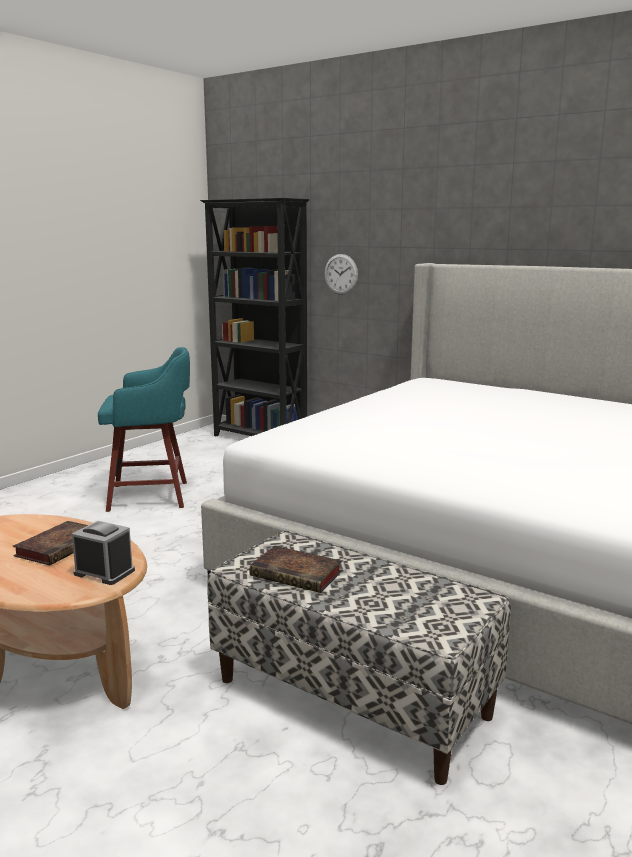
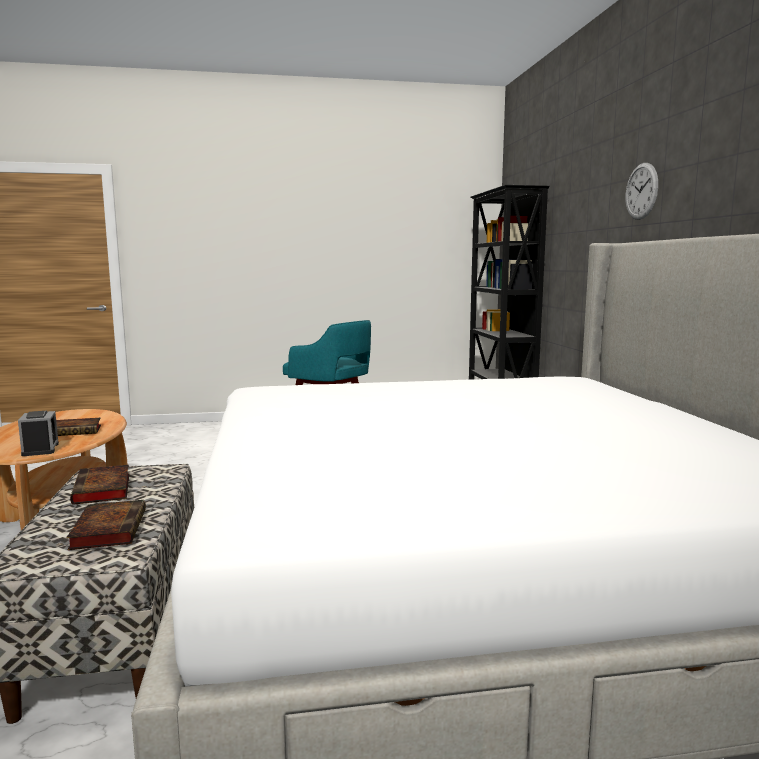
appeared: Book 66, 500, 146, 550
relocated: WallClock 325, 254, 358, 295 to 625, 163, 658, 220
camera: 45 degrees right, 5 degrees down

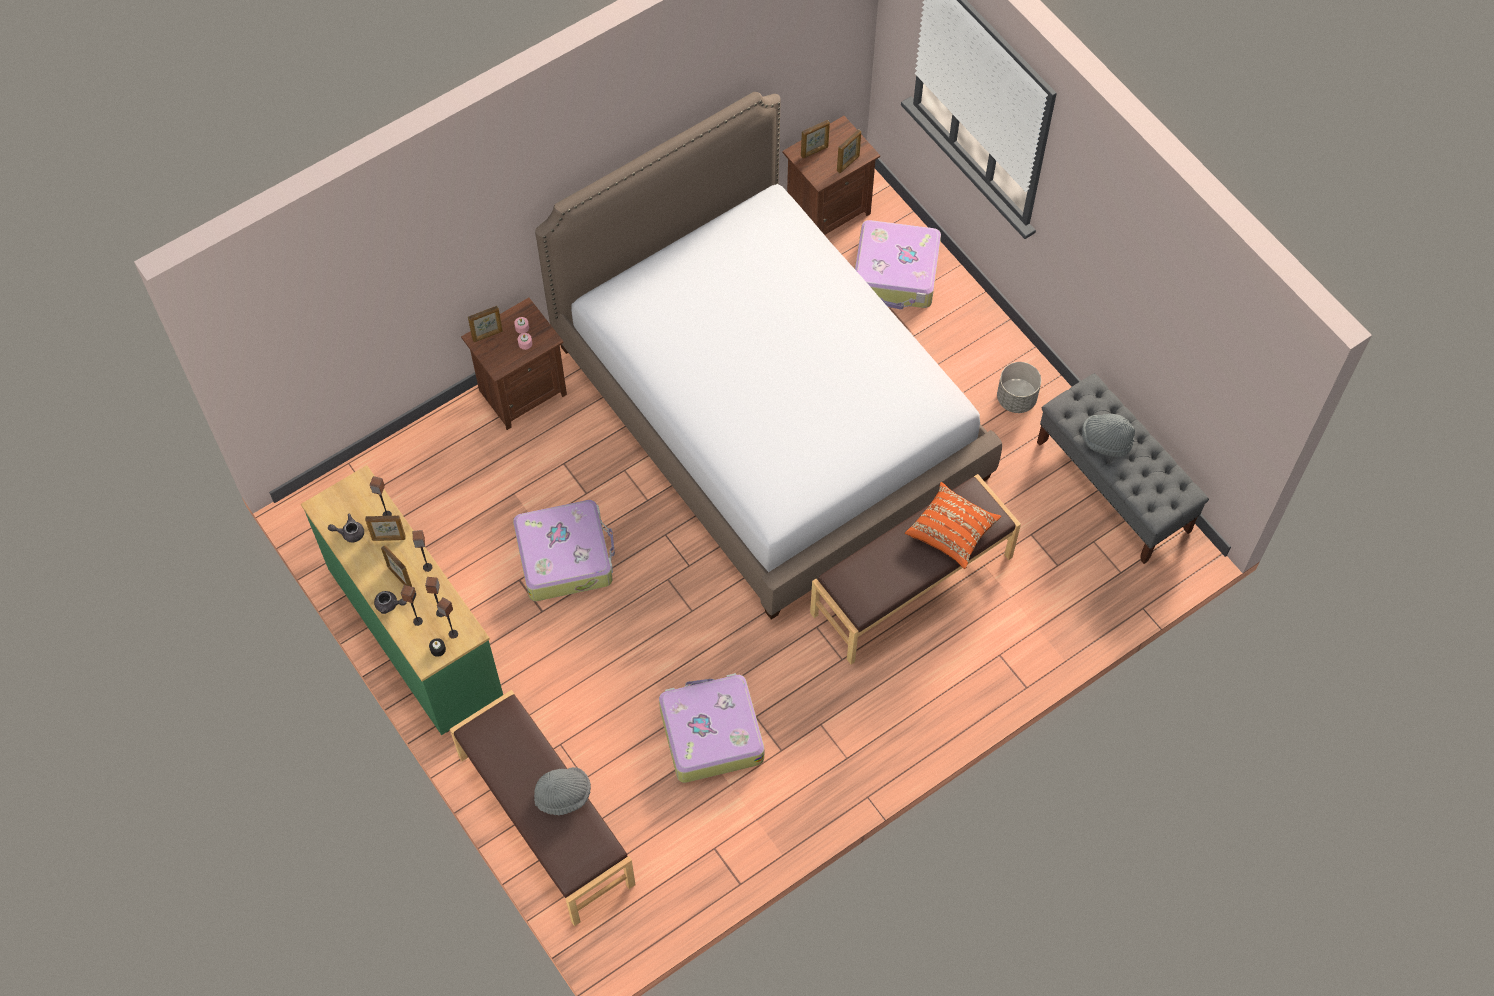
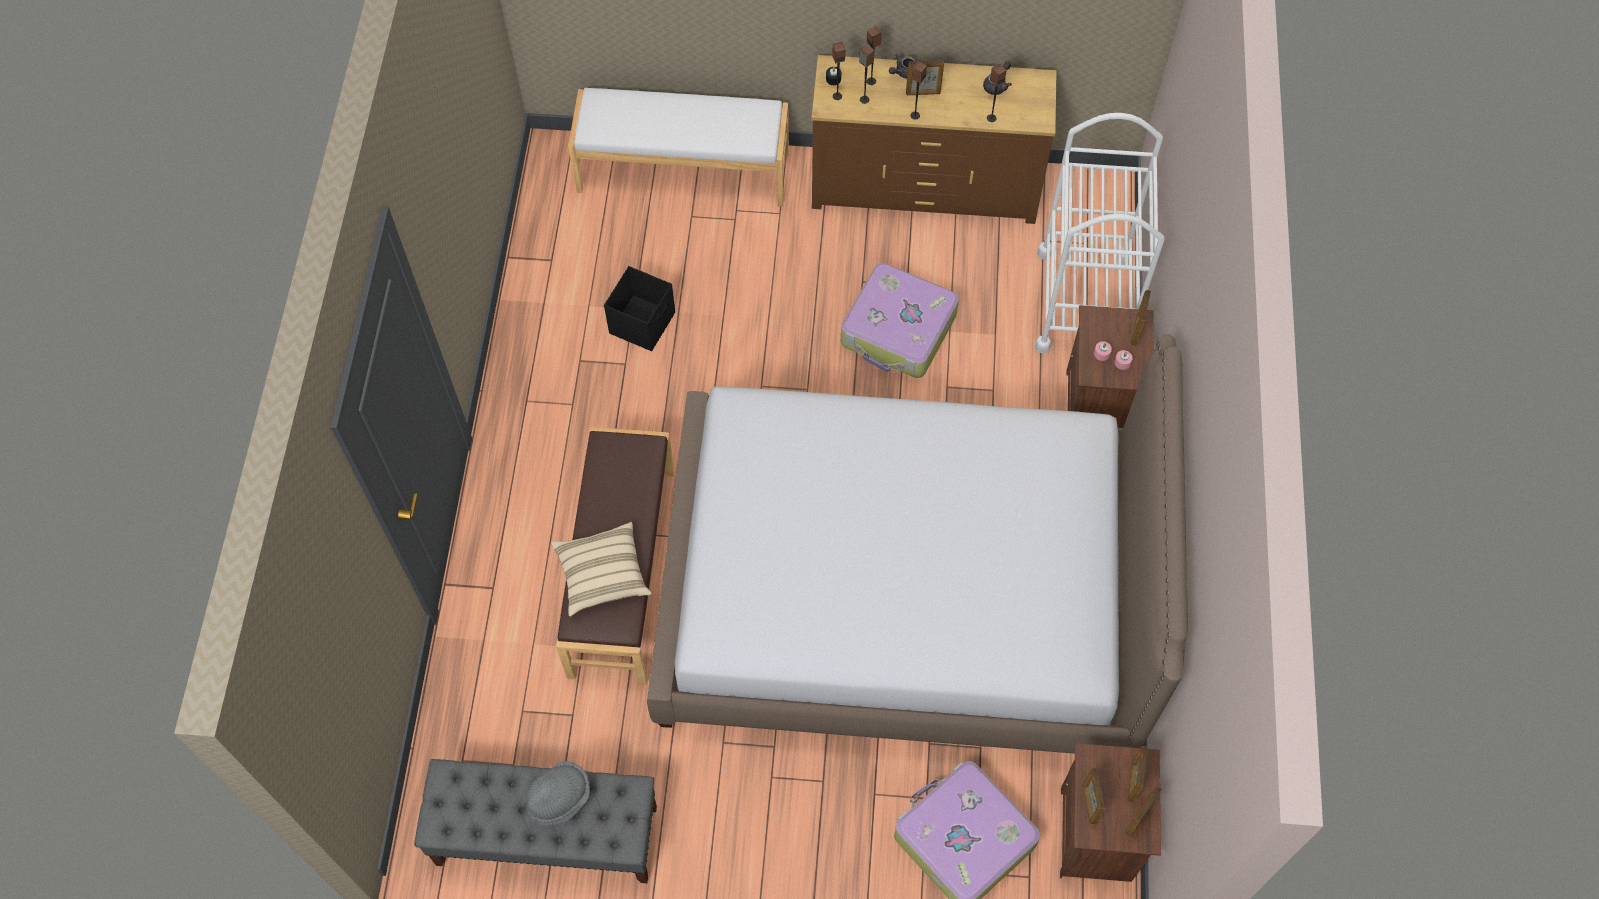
missing: GreyHat 534, 767, 591, 815; GreyPlanter 997, 362, 1041, 413
appeared: WhiteCart 1035, 113, 1165, 354
relocated: PictureFrame 365, 515, 406, 541 to 1125, 787, 1162, 837
exchanged: Suitcase 659, 673, 764, 783 to BlackStorageBox 604, 266, 675, 351
colour: OrangePillow 905, 482, 1001, 569 to BeigePillow 551, 522, 652, 617; BrownBench 450, 690, 636, 926 to WhiteBench 568, 88, 789, 207; GreenDresser 301, 465, 503, 735 to BrownDresser 812, 55, 1057, 224
camera: 130 degrees right, 0 degrees up

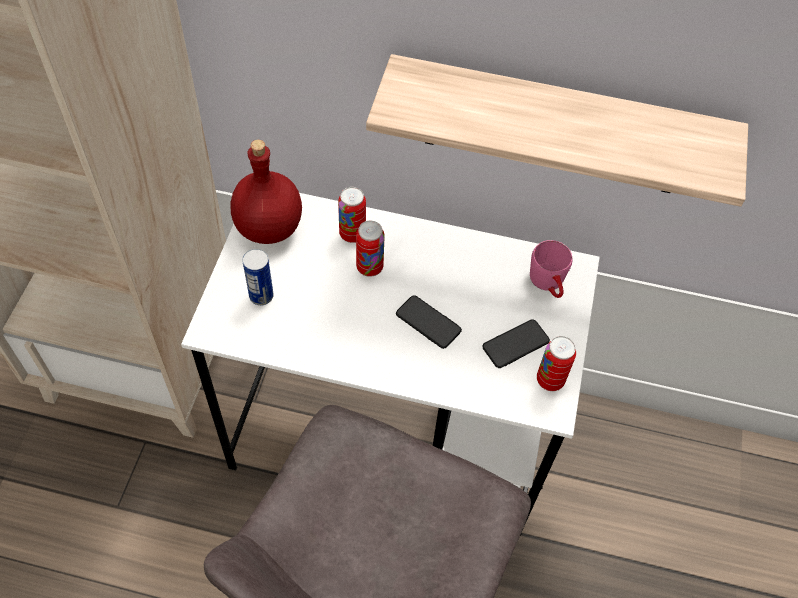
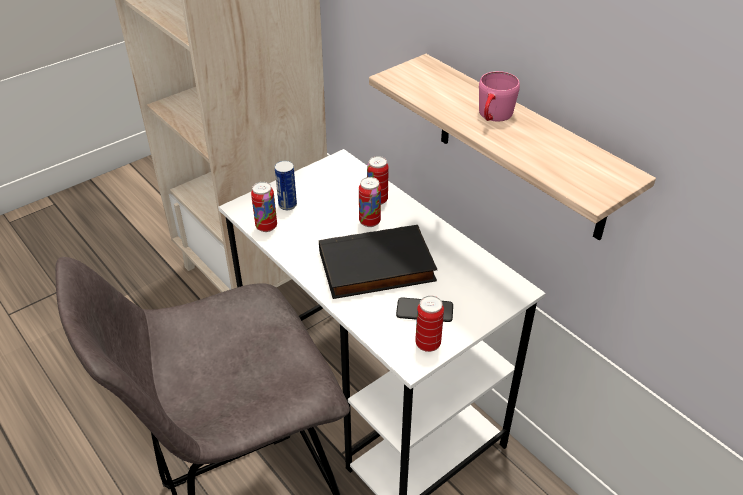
missing: RedBottle 230, 140, 302, 244
appeared: Can 251, 182, 277, 232
relocated: PinkMug 530, 240, 572, 298 to 479, 71, 520, 122
exchanged: Phone 396, 295, 462, 349 to BlackBook 319, 225, 438, 299
camera: 40 degrees right, 15 degrees down

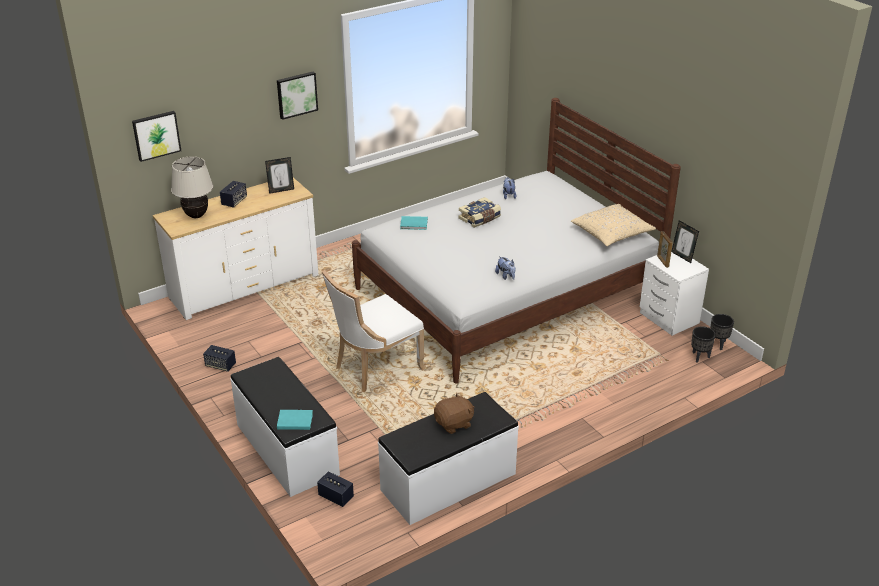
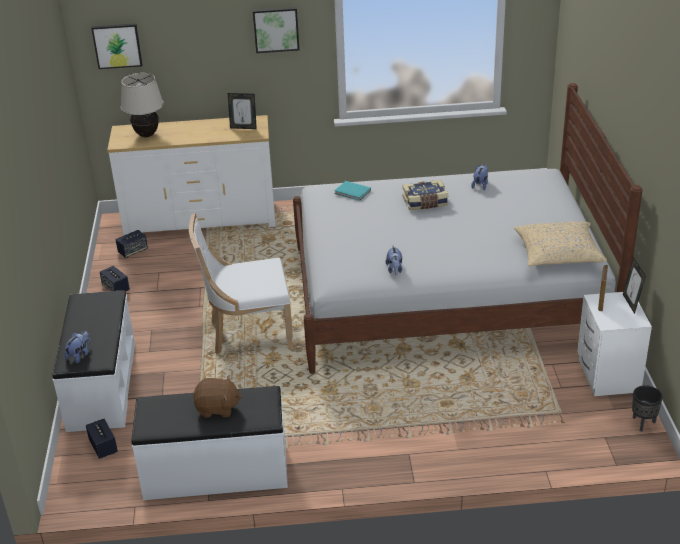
missing: BlackPlanter 691, 326, 716, 363
relocated: Speaker 220, 181, 247, 207 to 116, 230, 148, 258
exchanged: TurquoiseBook 277, 410, 313, 430 to PlushToy 64, 331, 91, 363
camera: 30 degrees right, 0 degrees up

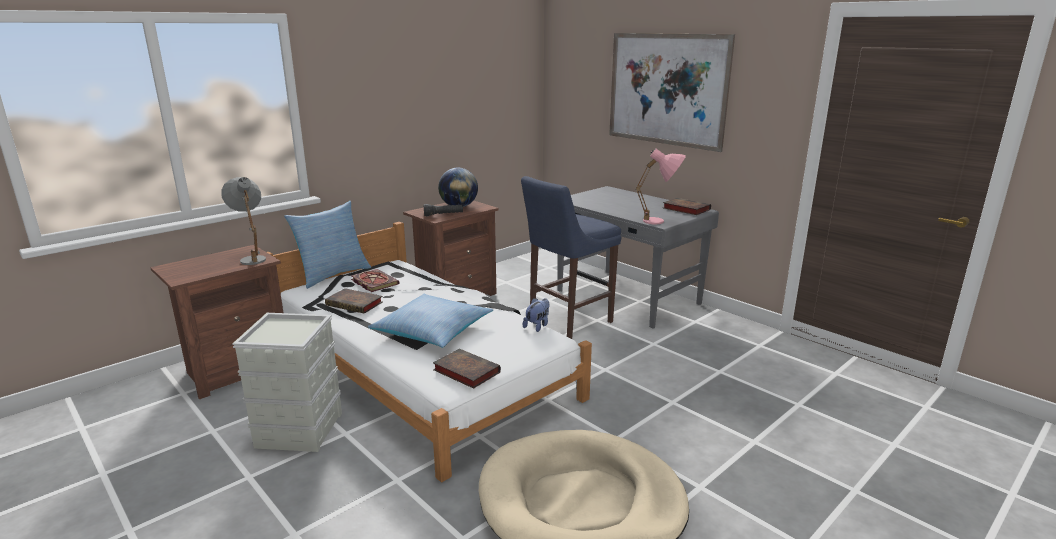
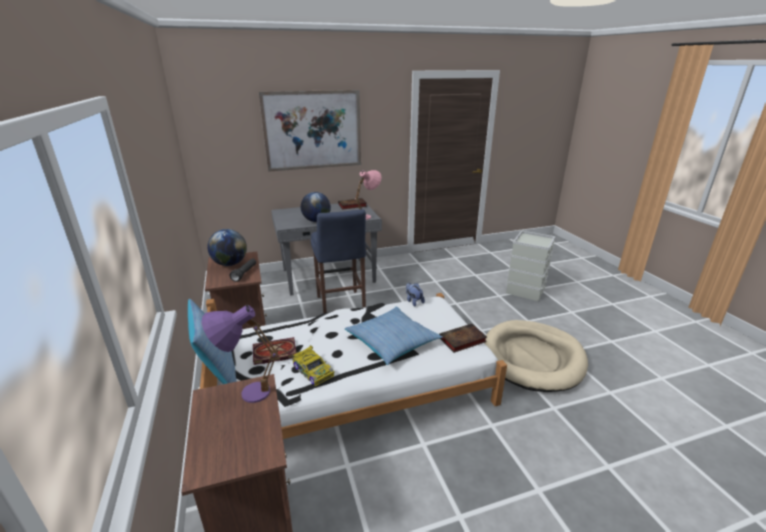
appeared: Globe 301, 192, 331, 222
relocated: GreyStorageBox 232, 313, 342, 452 to 506, 230, 556, 301
exchanged: Book 325, 288, 382, 314 to ToyCar 292, 345, 335, 386
colour: GreyTableLamp 221, 177, 266, 265 to PurpleTableLamp 202, 305, 278, 403
camera: 65 degrees left, 5 degrees up

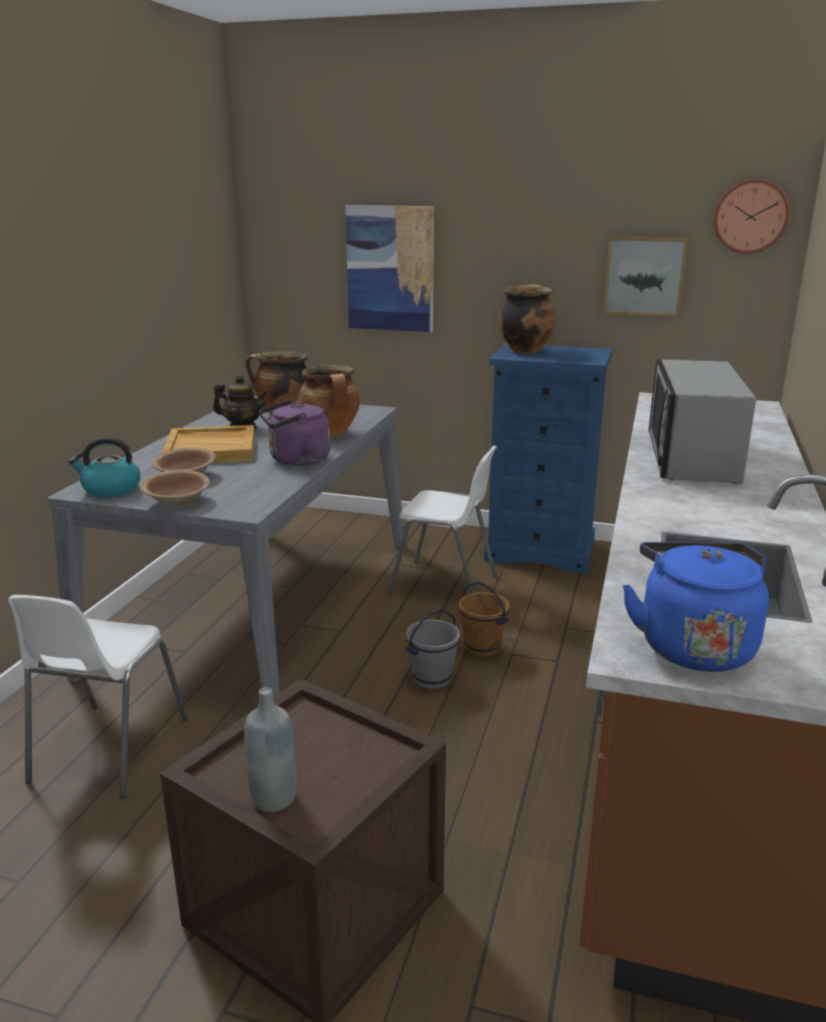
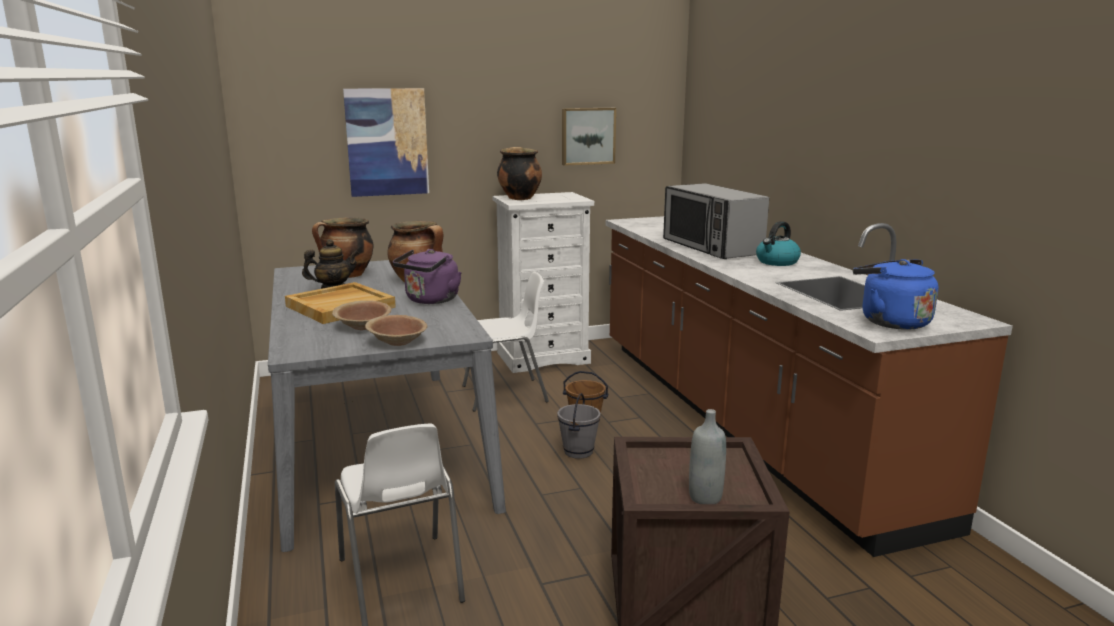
missing: WallClock 714, 179, 790, 254
relocated: Kettle 69, 437, 140, 498 to 756, 221, 801, 266
colour: BlueDresser 484, 343, 612, 574 to WhiteDresser 492, 192, 594, 373
camera: 35 degrees left, 5 degrees down

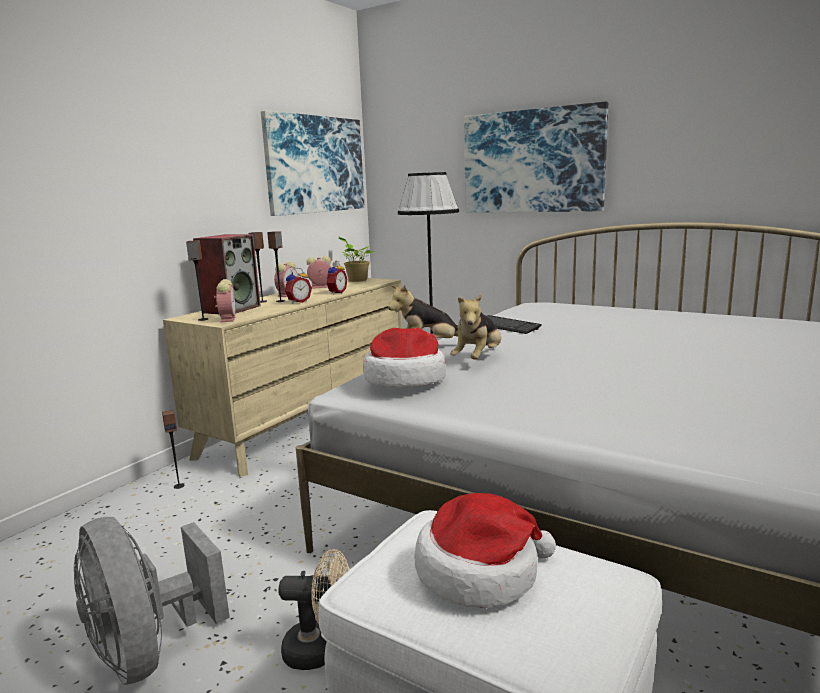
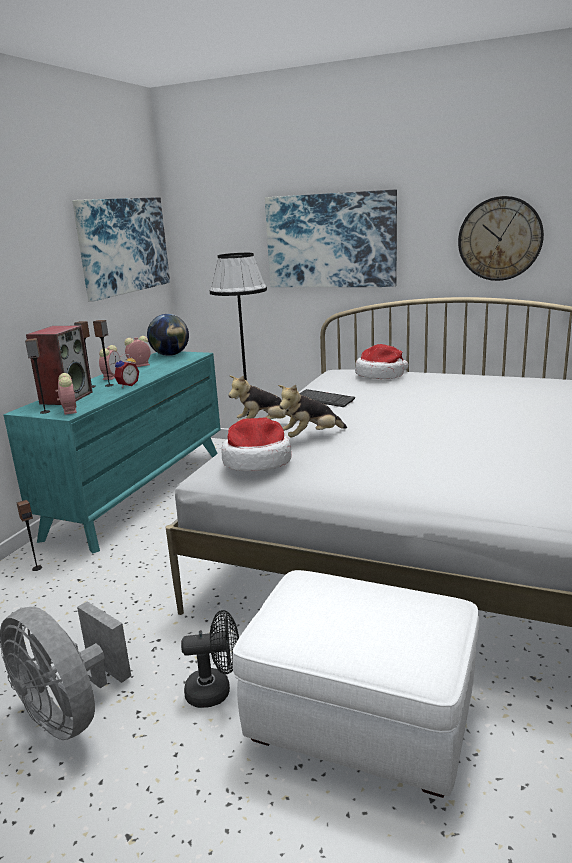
missing: AlarmClock 325, 261, 347, 294
appeared: WallClock 458, 196, 544, 281
relocated: Hat 414, 493, 556, 608 to 355, 344, 409, 379
exchanged: PottedPlant 339, 237, 374, 282 to Globe 147, 314, 189, 356
colour: BeigeDresser 163, 277, 403, 477 to TurquoiseDresser 3, 351, 221, 554; BeigeFan 278, 549, 350, 670 to BlackFan 181, 610, 239, 708
spun: PlushToy 450, 293, 501, 360 = 278, 384, 347, 438 45 degrees clockwise
camera: 10 degrees left, 5 degrees up

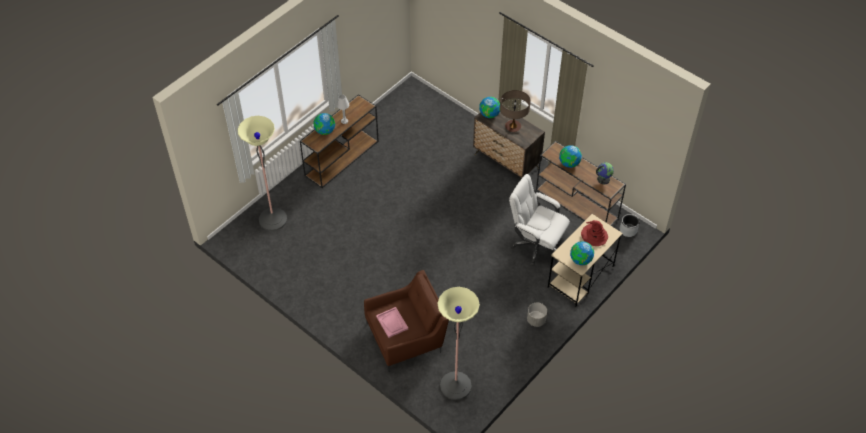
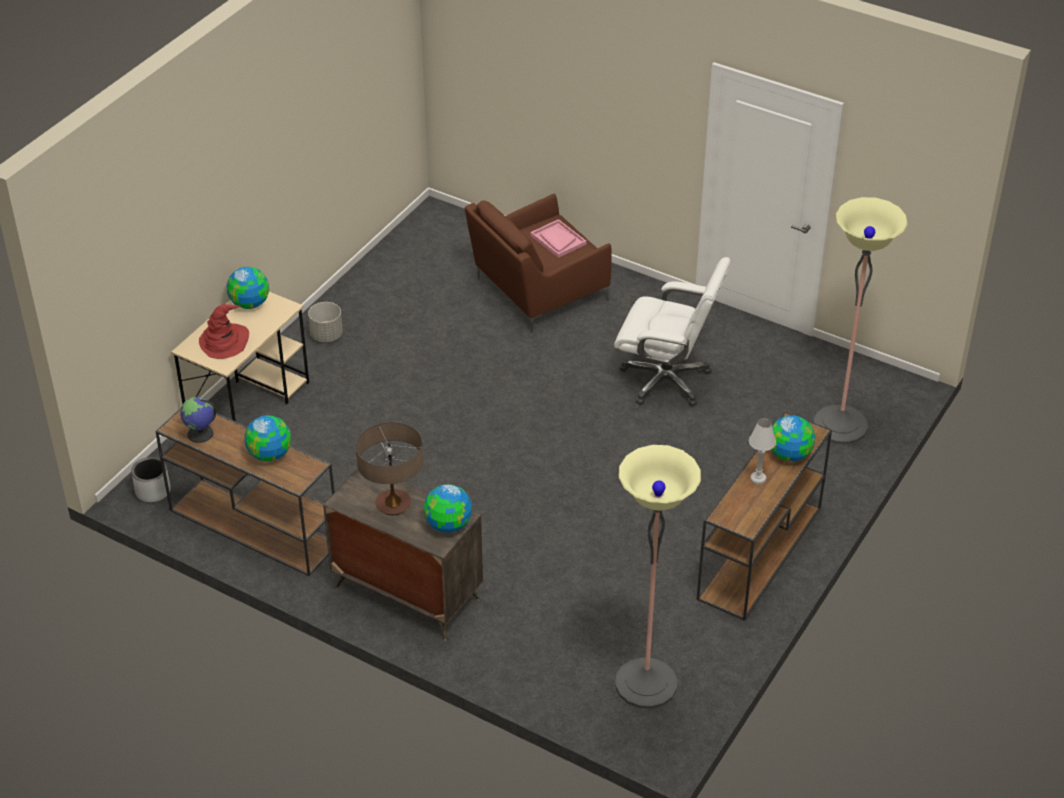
relocated: WhiteOfficeChair 509, 174, 570, 266 to 614, 257, 731, 406; FloorLamp 437, 287, 480, 400 to 615, 445, 701, 709
camera: 170 degrees right, 10 degrees down

